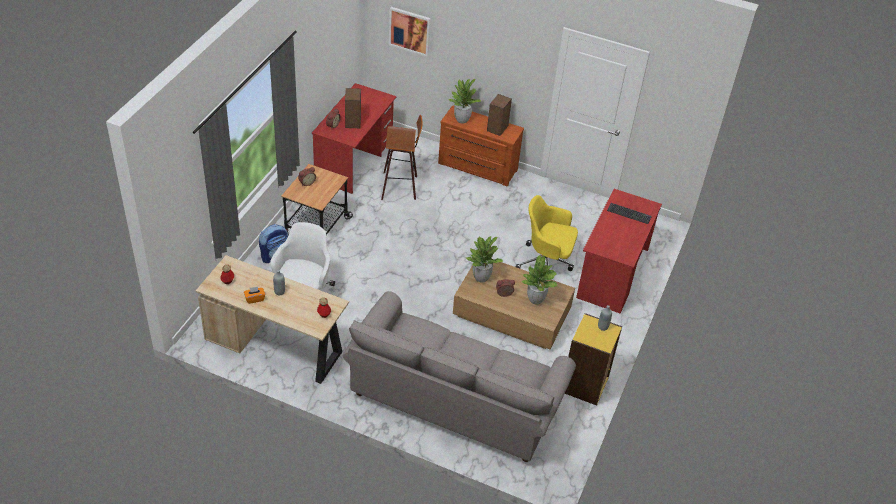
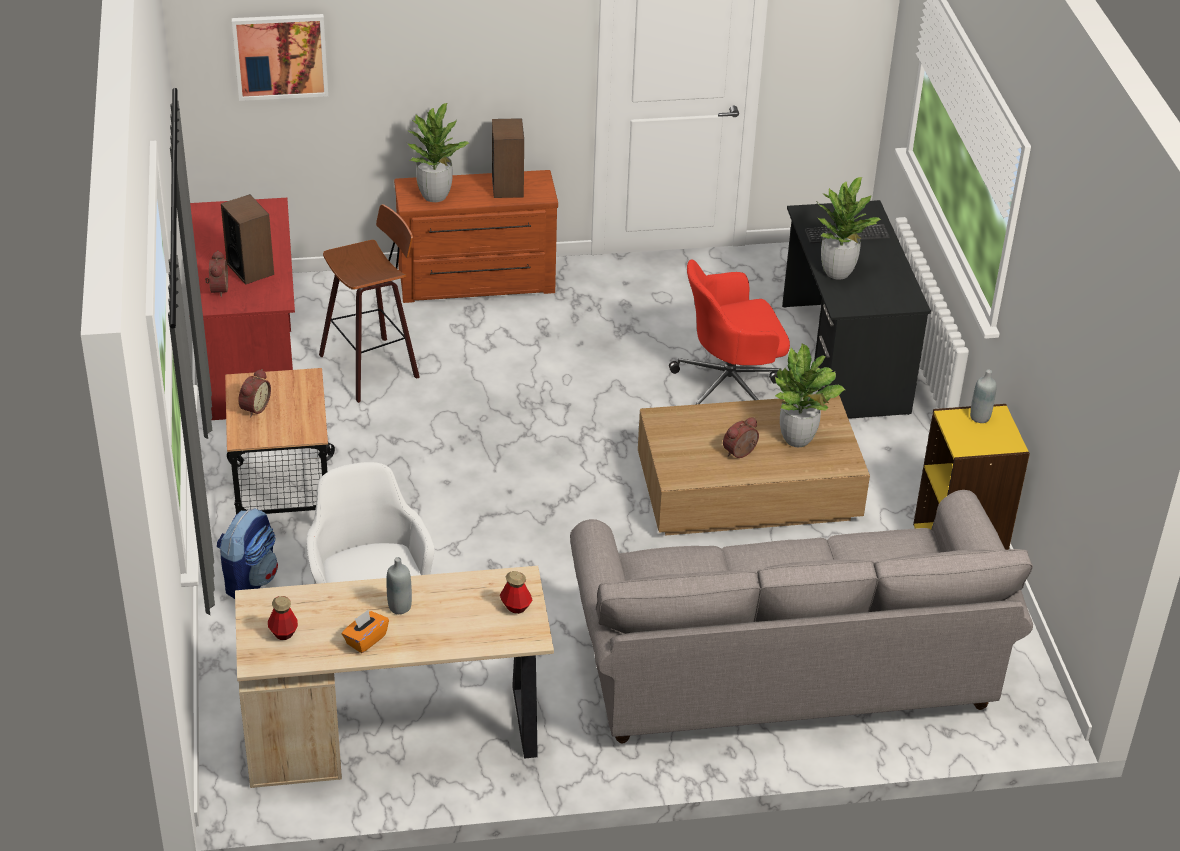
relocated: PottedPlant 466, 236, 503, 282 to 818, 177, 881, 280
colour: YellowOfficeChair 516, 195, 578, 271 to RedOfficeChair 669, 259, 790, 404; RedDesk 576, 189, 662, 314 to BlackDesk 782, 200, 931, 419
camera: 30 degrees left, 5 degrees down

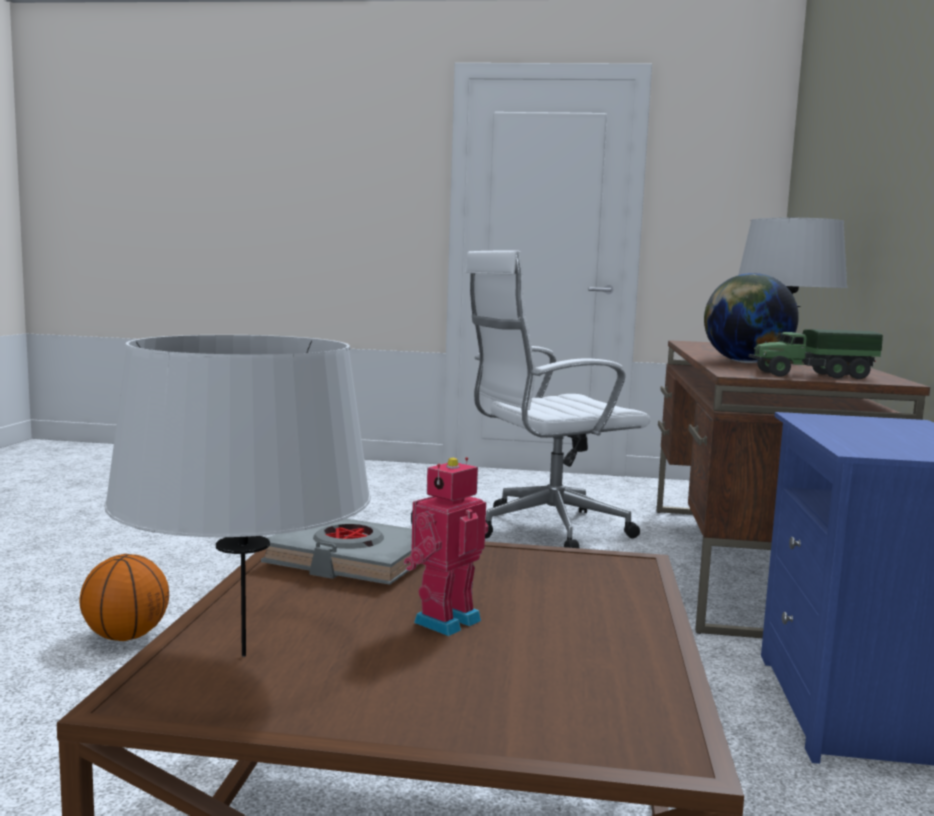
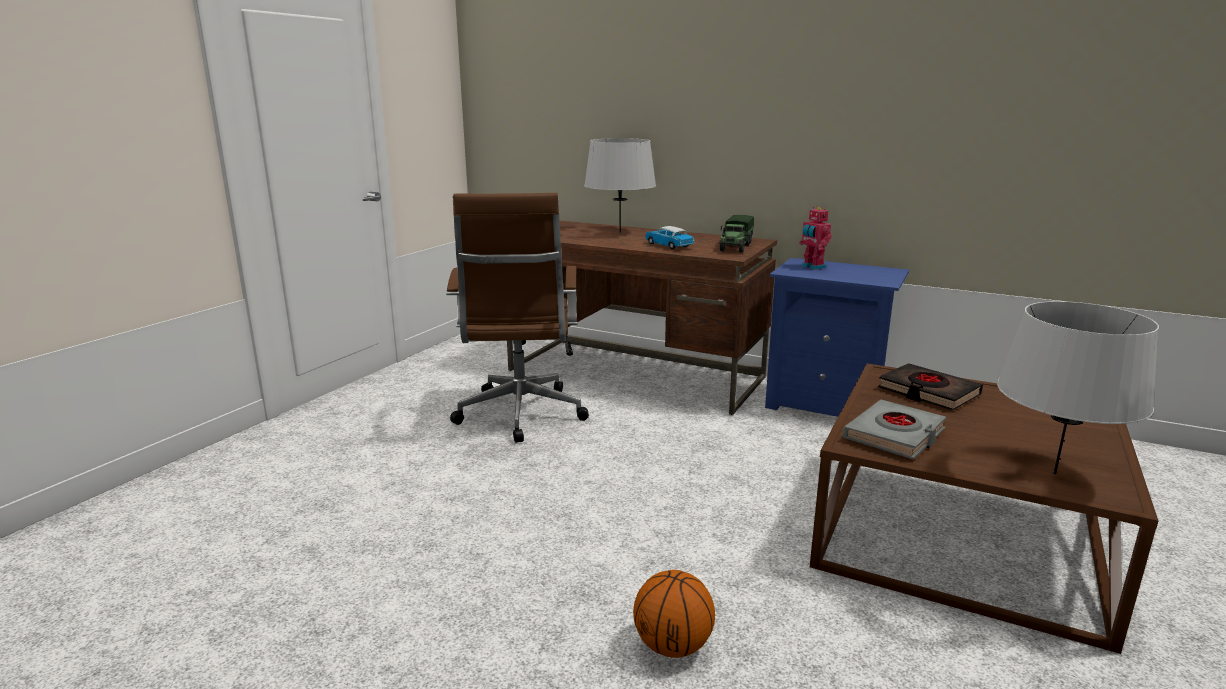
appeared: BlackBook 878, 363, 983, 410
relocated: ToyRobot 404, 457, 488, 636 to 799, 207, 832, 270
exchanged: Globe 704, 273, 799, 363 to ToyCar 645, 226, 694, 250
colour: WhiteOfficeChair 465, 250, 650, 548 to BrownOfficeChair 446, 193, 589, 443
camera: 70 degrees left, 10 degrees up

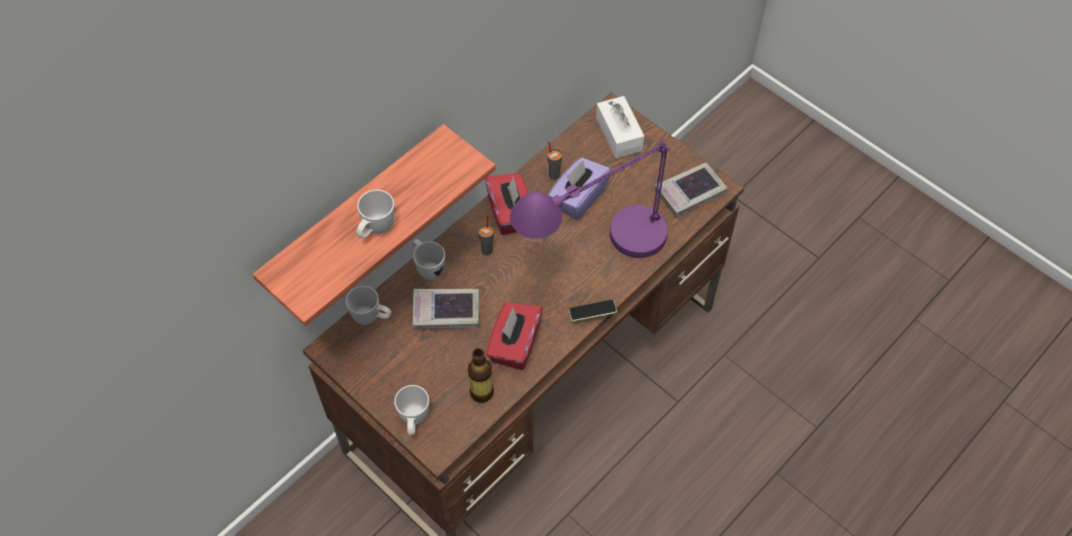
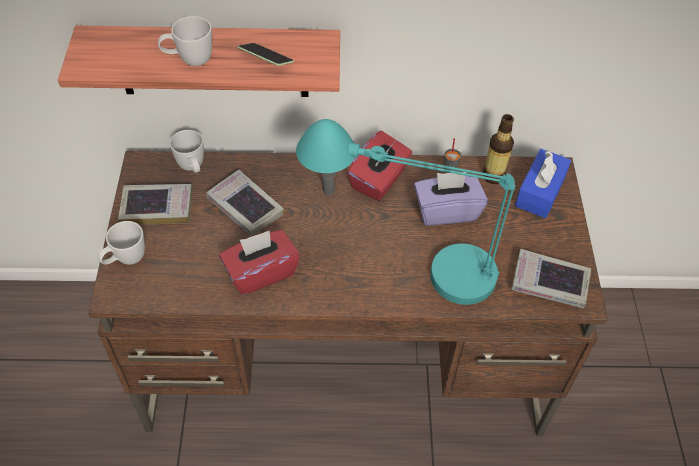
missing: WhiteMug 412, 239, 445, 280
appeared: Book 118, 184, 192, 225
relocated: Phone 569, 300, 617, 321 to 237, 43, 294, 66; Bottle 468, 348, 494, 403 to 483, 114, 514, 184
colour: PurpleTableLamp 510, 140, 670, 258 to TurquoiseTableLamp 296, 119, 516, 305; WhiteTissueBox 596, 96, 644, 158 to BlueTissueBox 515, 149, 571, 218
camera: 45 degrees right, 5 degrees down

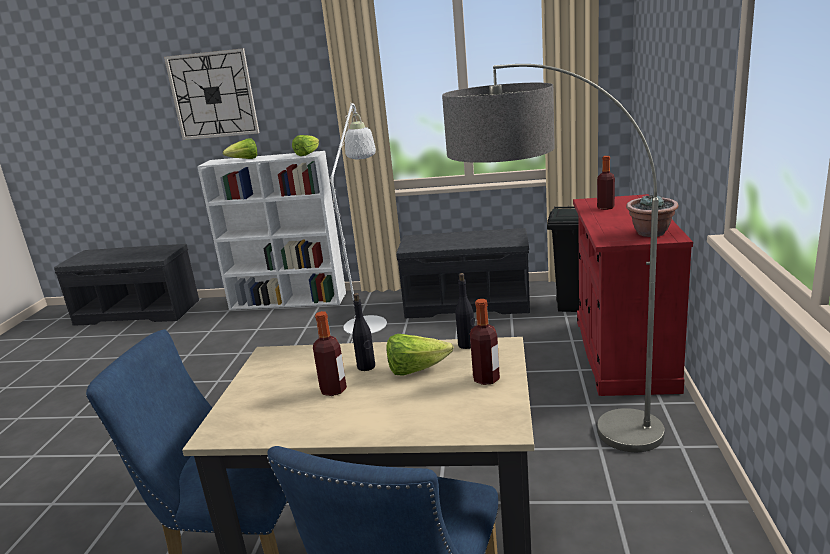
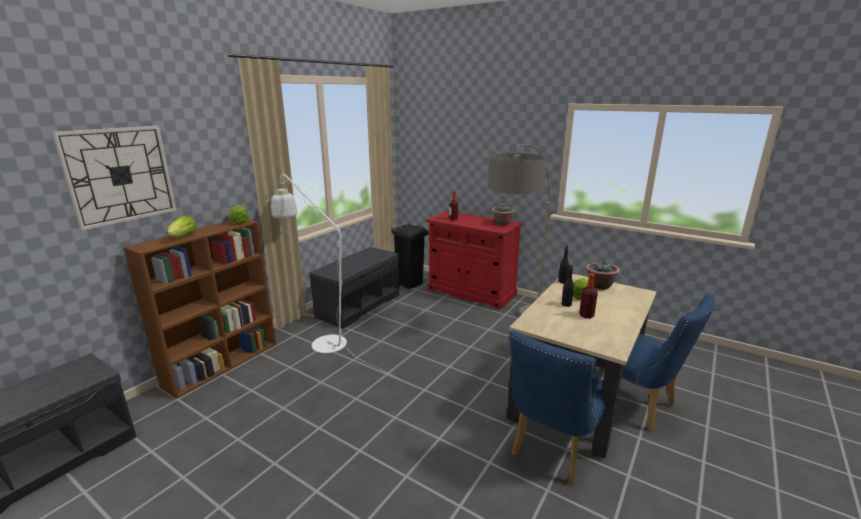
exchanged: Bottle 470, 299, 500, 385 to PottedPlant 586, 261, 620, 290
colour: WhiteBookcase 197, 151, 346, 310 to BrownBookcase 123, 219, 276, 399
camera: 65 degrees left, 0 degrees up

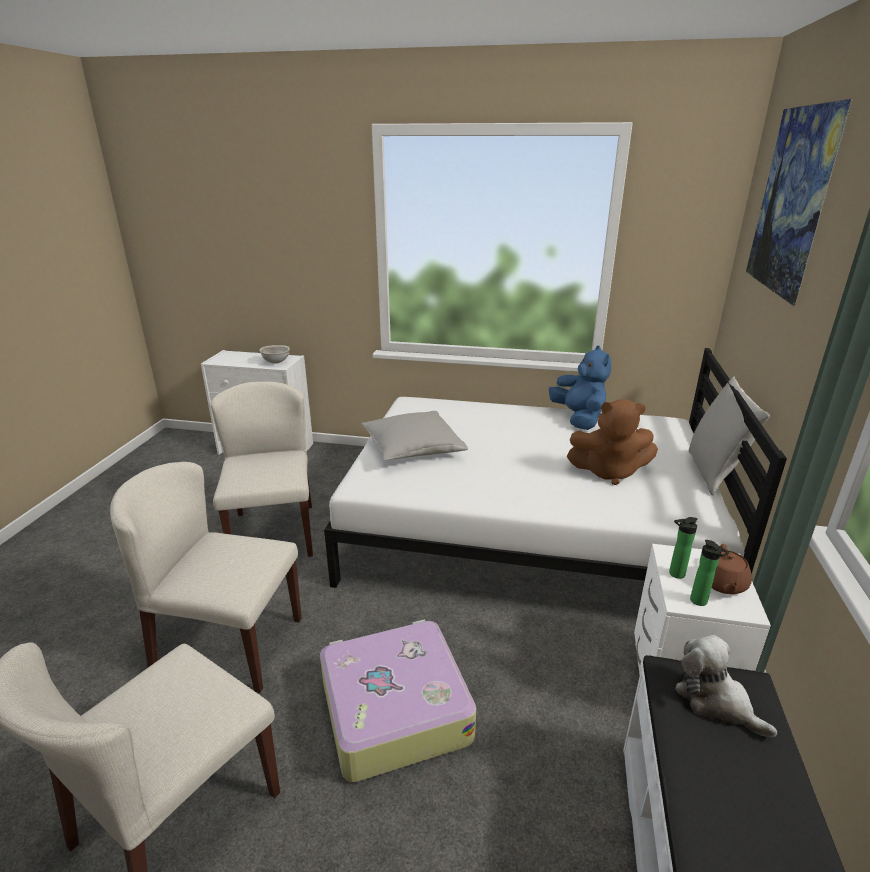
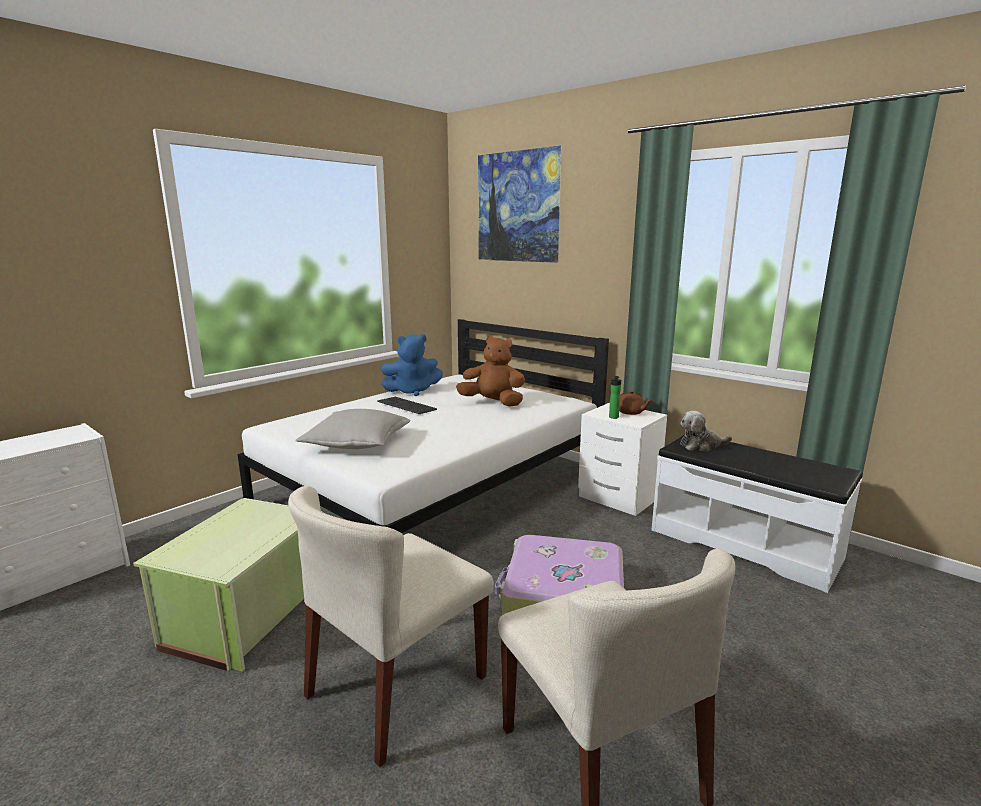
missing: GreyBowl 260, 345, 290, 364; GreyPillow 689, 376, 770, 496; Bottle 690, 540, 729, 606
appeared: Keyboard 377, 397, 437, 414
exchanged: BeigeChair 211, 381, 313, 557 to GreenStorageBox 133, 498, 323, 672
spun: BluePlushToy 549, 346, 611, 430 = 381, 334, 443, 396 150 degrees clockwise; BrownPlushToy 566, 399, 658, 485 = 456, 335, 525, 407 105 degrees counterclockwise
camera: 60 degrees left, 10 degrees down

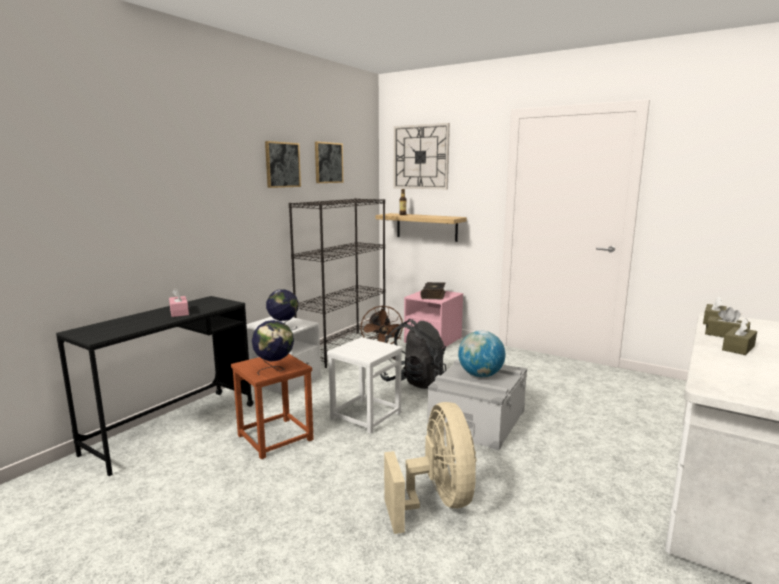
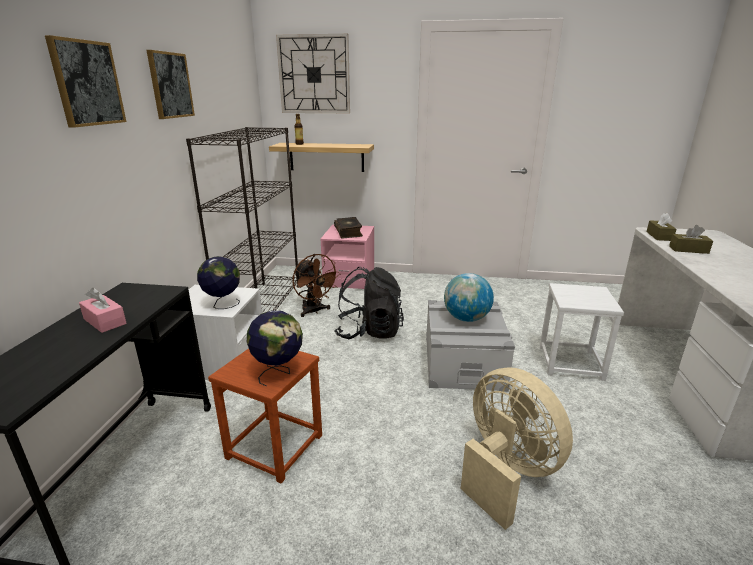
missing: BrownTissueBox 722, 318, 757, 355
relocated: Picture 315, 142, 343, 183 to 45, 35, 126, 128; WhiteStool 327, 337, 403, 434 to 540, 283, 624, 381
camera: 25 degrees left, 10 degrees up

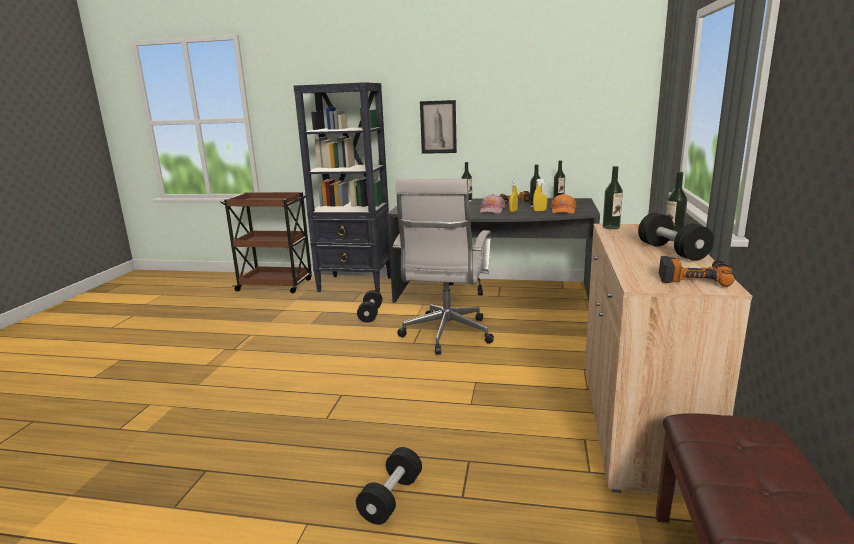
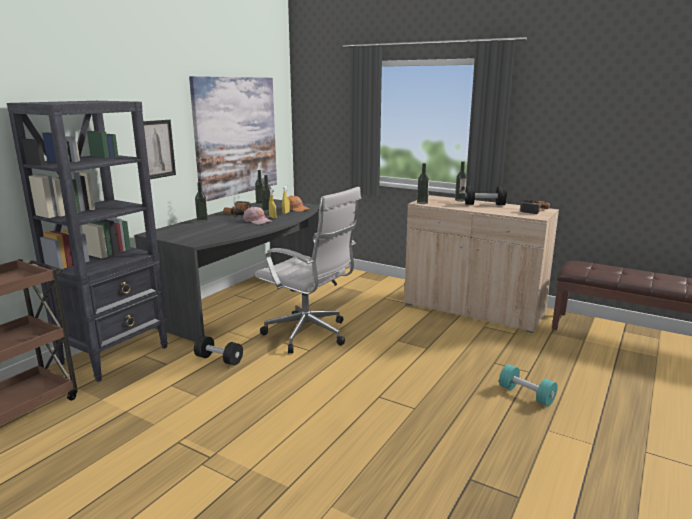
appeared: Picture 189, 76, 277, 202
colour: BlackDumbbell 356, 447, 422, 525 to TurquoiseDumbbell 499, 364, 558, 406
camera: 70 degrees left, 0 degrees up

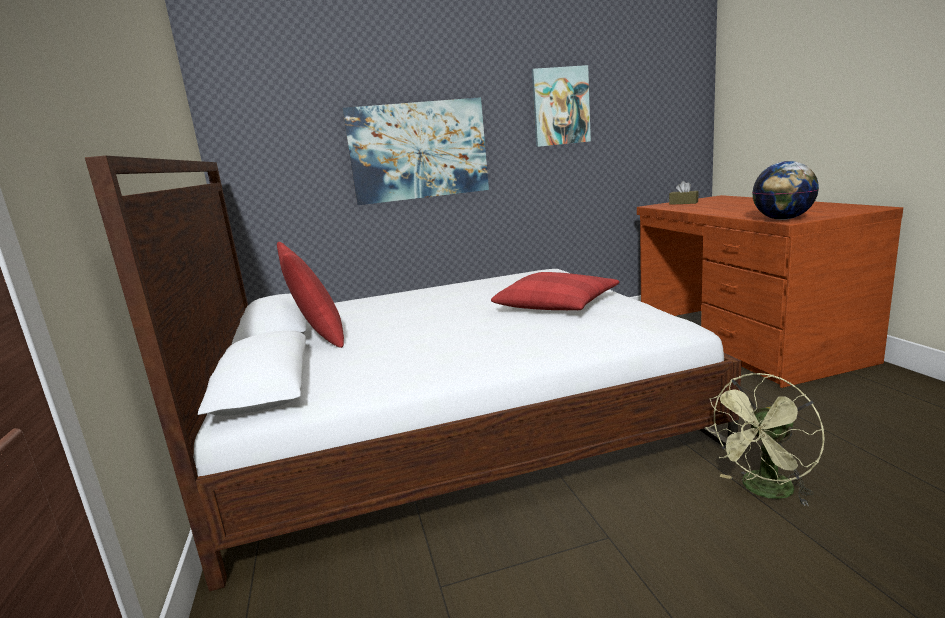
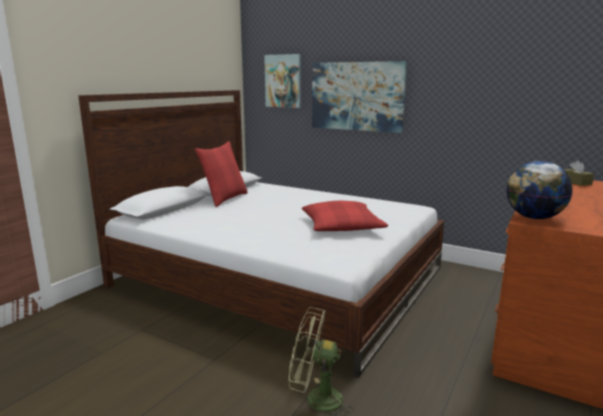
relocated: Picture 532, 65, 591, 147 to 264, 54, 301, 108
camera: 45 degrees right, 0 degrees up

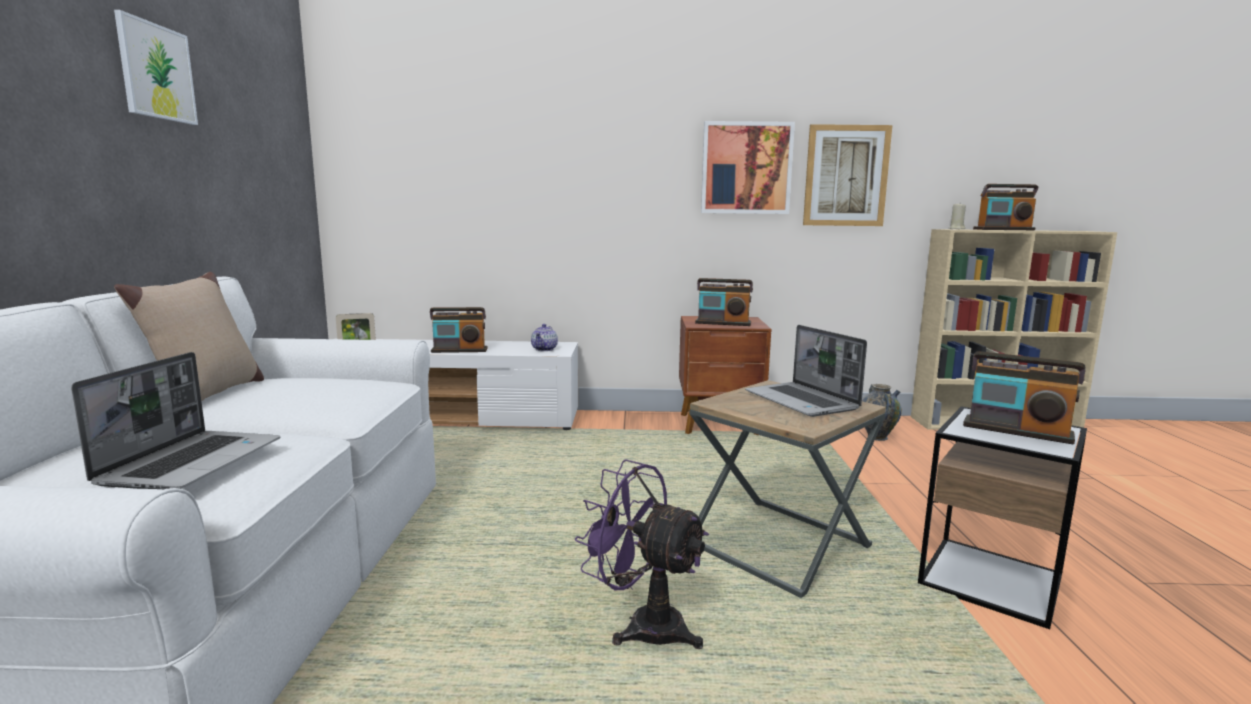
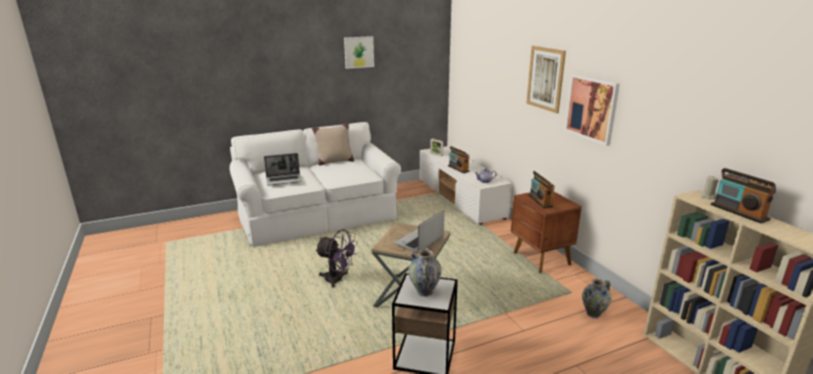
relocated: Picture 803, 124, 892, 226 to 526, 46, 566, 113
exchanged: Radio 963, 351, 1086, 444 to Vase 408, 247, 441, 297
spun: PurpleFan 575, 459, 709, 649 = 315, 229, 358, 288 105 degrees clockwise
camera: 65 degrees right, 10 degrees up

